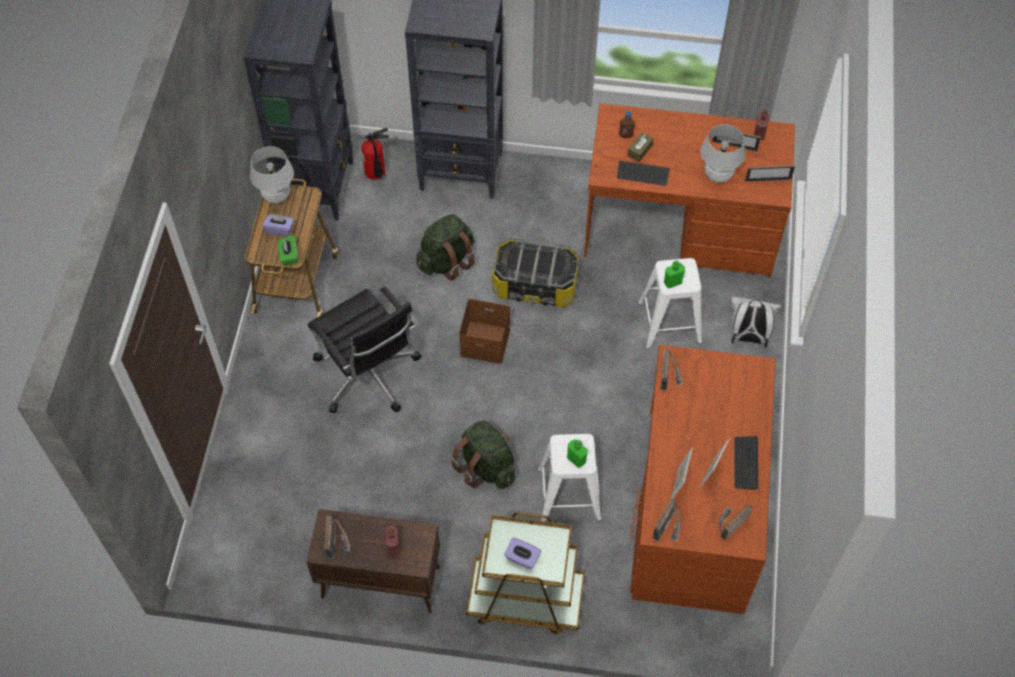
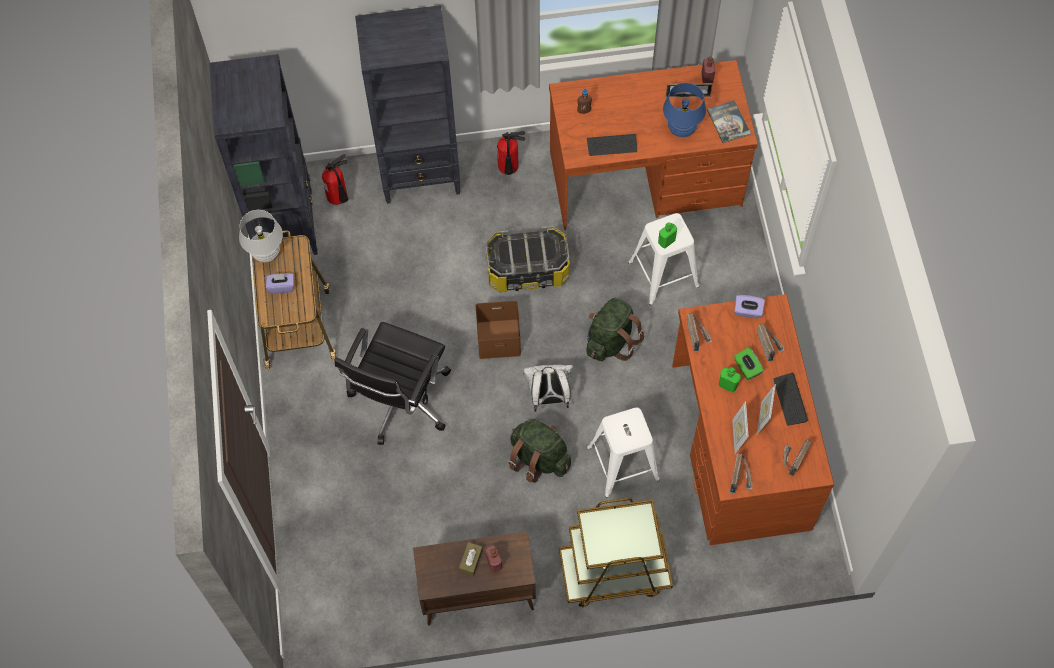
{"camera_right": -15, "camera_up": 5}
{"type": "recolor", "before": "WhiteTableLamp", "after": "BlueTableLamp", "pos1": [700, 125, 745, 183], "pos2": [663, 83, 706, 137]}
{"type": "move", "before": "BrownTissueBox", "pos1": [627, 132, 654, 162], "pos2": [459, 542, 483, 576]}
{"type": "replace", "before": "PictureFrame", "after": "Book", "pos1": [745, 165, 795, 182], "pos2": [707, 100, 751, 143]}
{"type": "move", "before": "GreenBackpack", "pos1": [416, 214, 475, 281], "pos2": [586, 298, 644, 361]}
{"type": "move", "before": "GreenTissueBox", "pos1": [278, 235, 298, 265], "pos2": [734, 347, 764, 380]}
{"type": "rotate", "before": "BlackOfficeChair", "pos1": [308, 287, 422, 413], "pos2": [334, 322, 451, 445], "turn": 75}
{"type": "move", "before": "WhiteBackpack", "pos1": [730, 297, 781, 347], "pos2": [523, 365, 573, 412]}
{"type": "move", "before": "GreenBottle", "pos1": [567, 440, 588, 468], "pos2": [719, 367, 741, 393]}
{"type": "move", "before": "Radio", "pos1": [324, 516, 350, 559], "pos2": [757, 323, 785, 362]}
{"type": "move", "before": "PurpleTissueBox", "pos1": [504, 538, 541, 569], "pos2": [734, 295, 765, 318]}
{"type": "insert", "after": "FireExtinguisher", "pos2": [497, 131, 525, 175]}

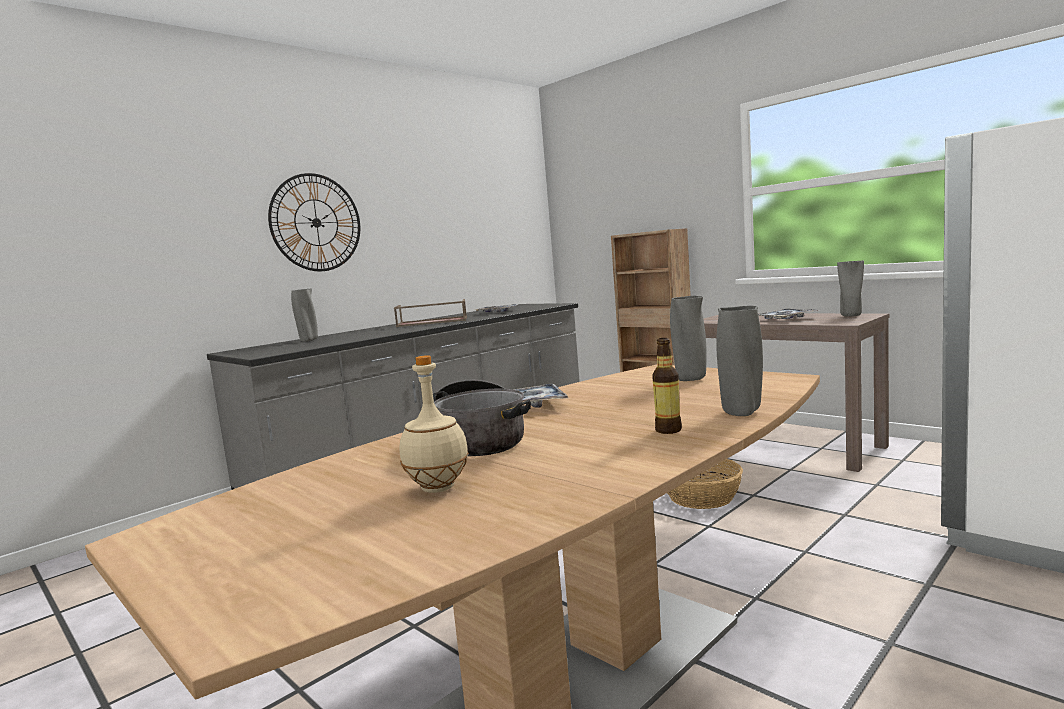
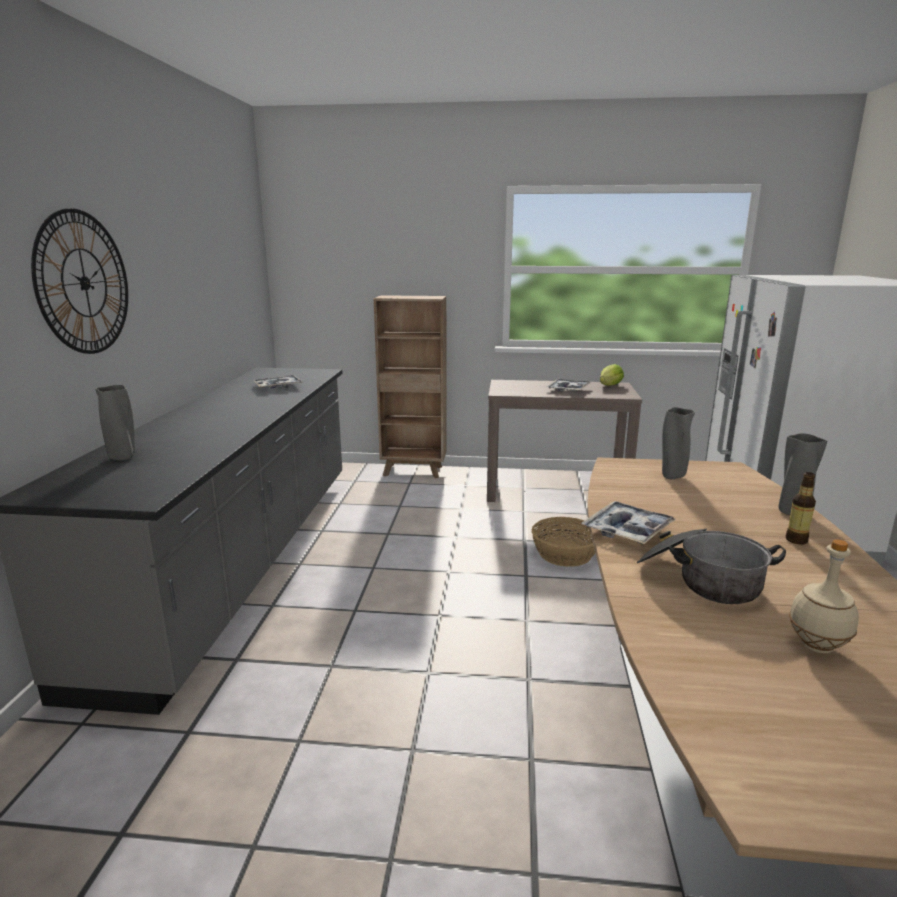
{"camera_right": -40, "camera_up": 10}
{"type": "replace", "before": "GreyVase", "after": "Lettuce", "pos1": [837, 261, 864, 317], "pos2": [600, 364, 624, 386]}
{"type": "delete", "before": "BrownTray", "pos1": [394, 299, 467, 327]}

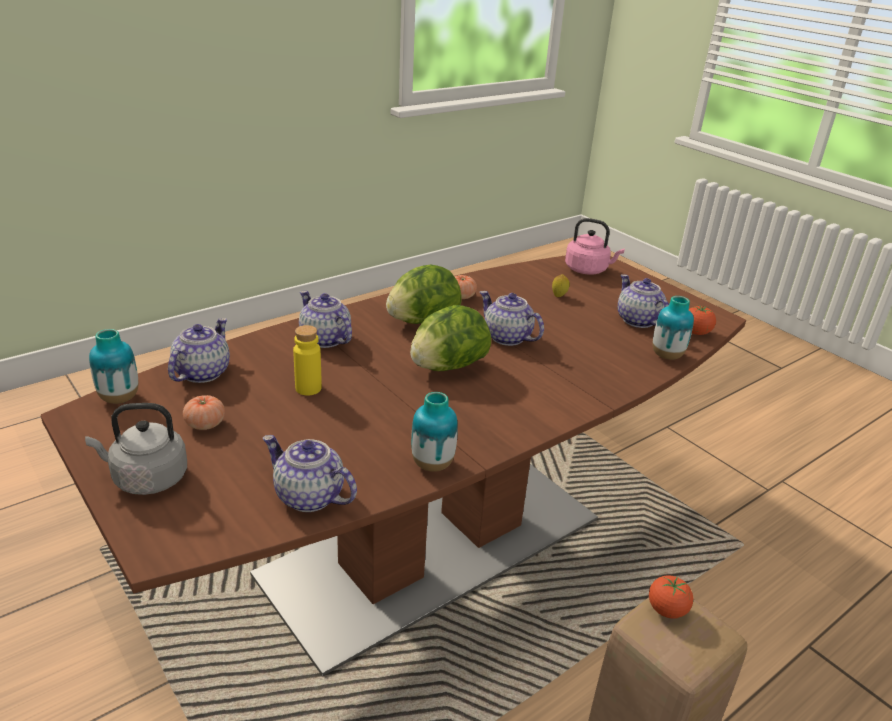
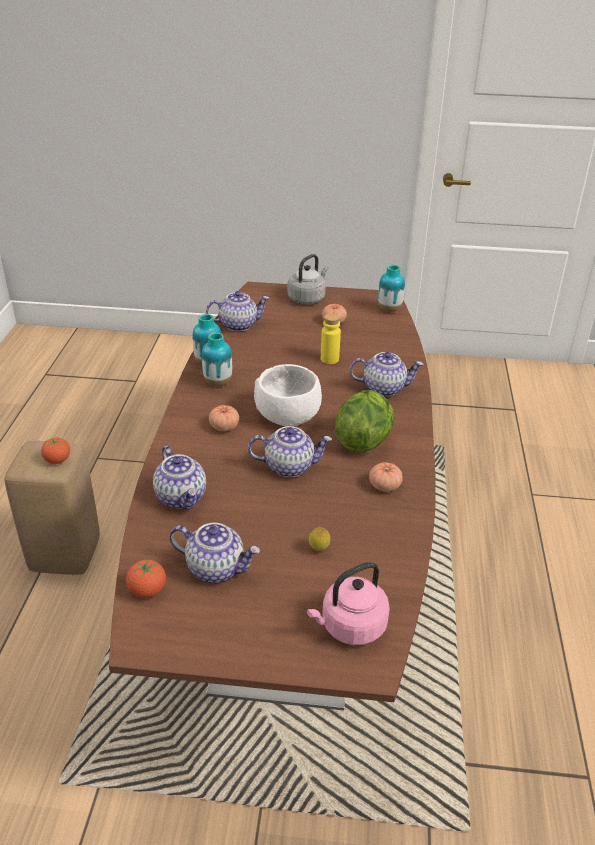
{"camera_right": 135, "camera_up": 5}
{"type": "move", "before": "Vase", "pos1": [653, 296, 694, 360], "pos2": [202, 333, 232, 386]}
{"type": "replace", "before": "Lettuce", "after": "WhiteBowl", "pos1": [410, 305, 491, 371], "pos2": [254, 364, 322, 426]}
{"type": "move", "before": "Teapot", "pos1": [168, 318, 230, 383], "pos2": [153, 446, 206, 510]}
{"type": "insert", "after": "Tomato", "pos2": [209, 405, 239, 431]}

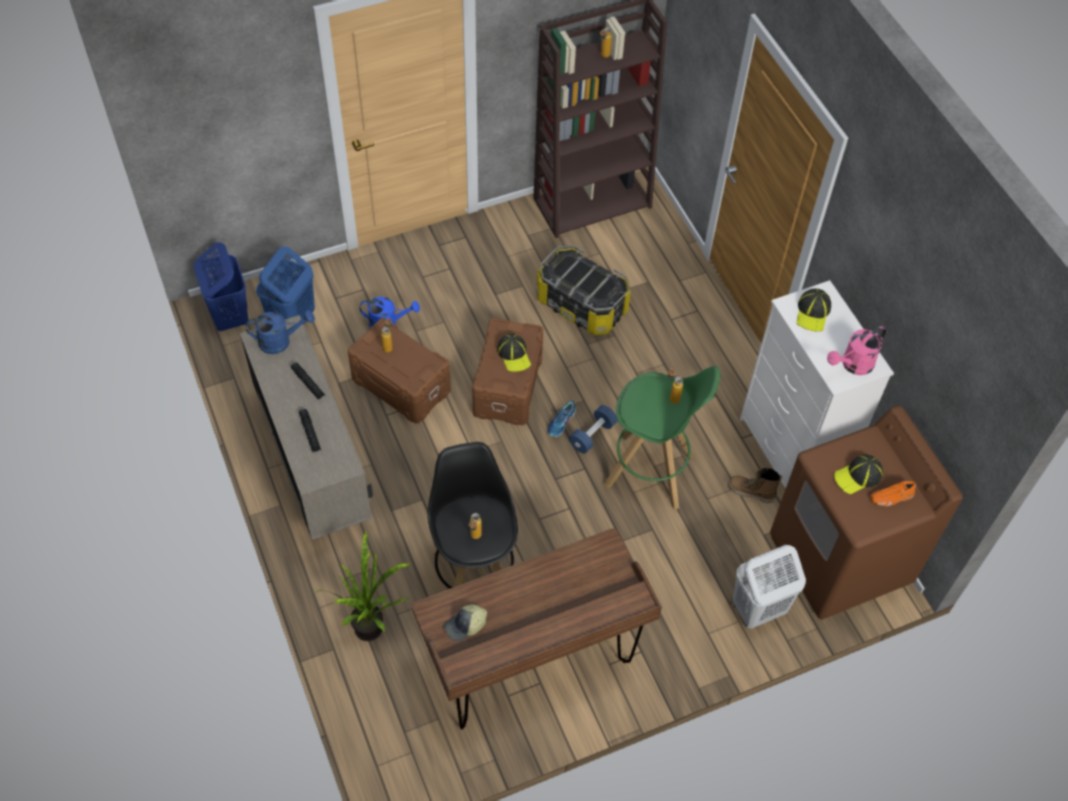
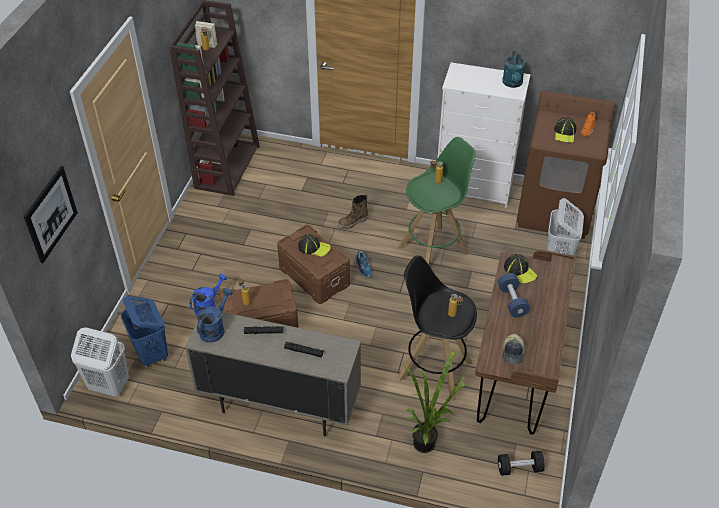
{"camera_right": -50, "camera_up": -10}
{"type": "recolor", "before": "BlueLaundryBasket", "after": "WhiteLaundryBasket", "pos1": [194, 242, 248, 331], "pos2": [71, 327, 129, 397]}
{"type": "delete", "before": "StorageBox", "pos1": [536, 245, 631, 335]}
{"type": "move", "before": "Cap", "pos1": [796, 288, 831, 332], "pos2": [504, 254, 537, 283]}
{"type": "recolor", "before": "PinkWateringCan", "after": "TurquoiseWateringCan", "pos1": [827, 326, 887, 375], "pos2": [502, 51, 525, 88]}
{"type": "move", "before": "BlueDumbbell", "pos1": [569, 405, 618, 454], "pos2": [498, 273, 530, 317]}
{"type": "move", "before": "Boot", "pos1": [728, 468, 782, 503], "pos2": [338, 194, 368, 230]}
{"type": "insert", "after": "Picture", "pos2": [24, 166, 78, 263]}
{"type": "insert", "after": "BlackDumbbell", "pos2": [498, 451, 545, 476]}

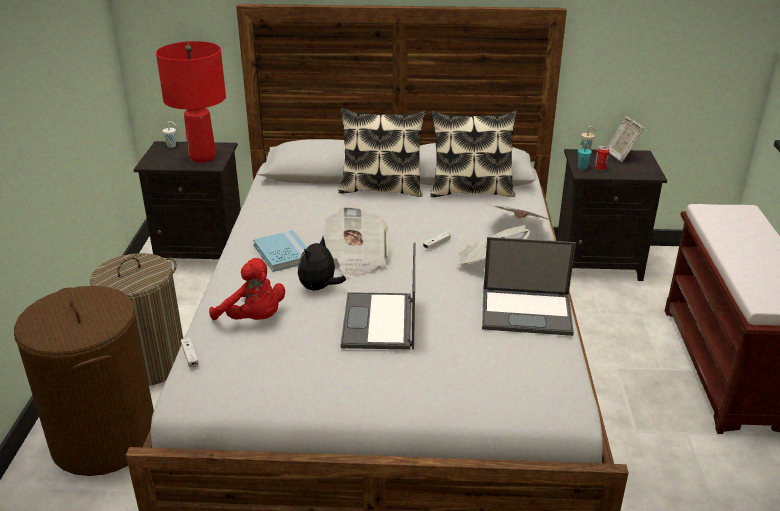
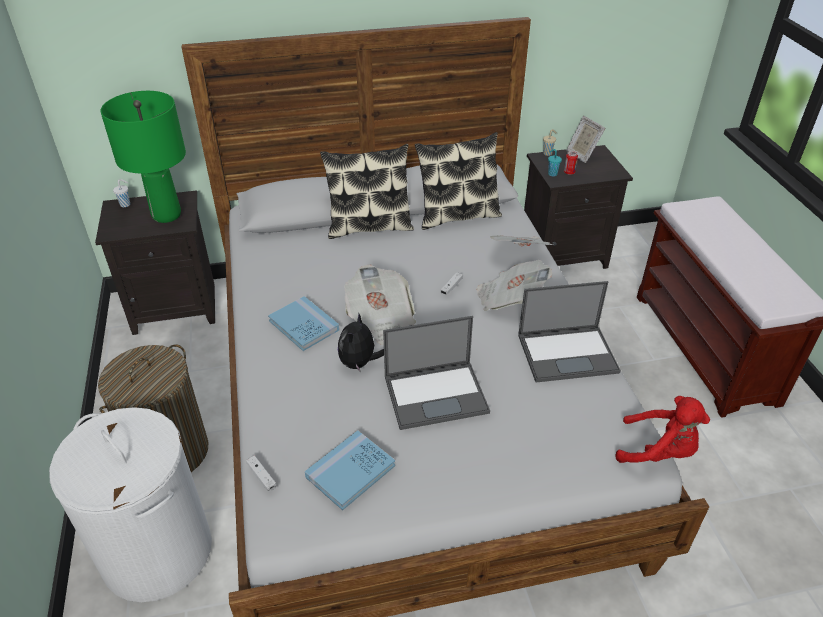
{"camera_right": -15, "camera_up": 10}
{"type": "recolor", "before": "RedTableLamp", "after": "GreenTableLamp", "pos1": [156, 41, 226, 163], "pos2": [100, 91, 186, 223]}
{"type": "rotate", "before": "Laptop", "pos1": [341, 242, 415, 350], "pos2": [383, 316, 490, 430], "turn": -90}
{"type": "move", "before": "RedPlushToy", "pos1": [209, 258, 285, 320], "pos2": [616, 396, 710, 463]}
{"type": "recolor", "before": "BrownLaundryBasket", "after": "WhiteLaundryBasket", "pos1": [14, 286, 154, 476], "pos2": [49, 407, 212, 602]}
{"type": "insert", "after": "BlueBook", "pos2": [305, 430, 395, 510]}

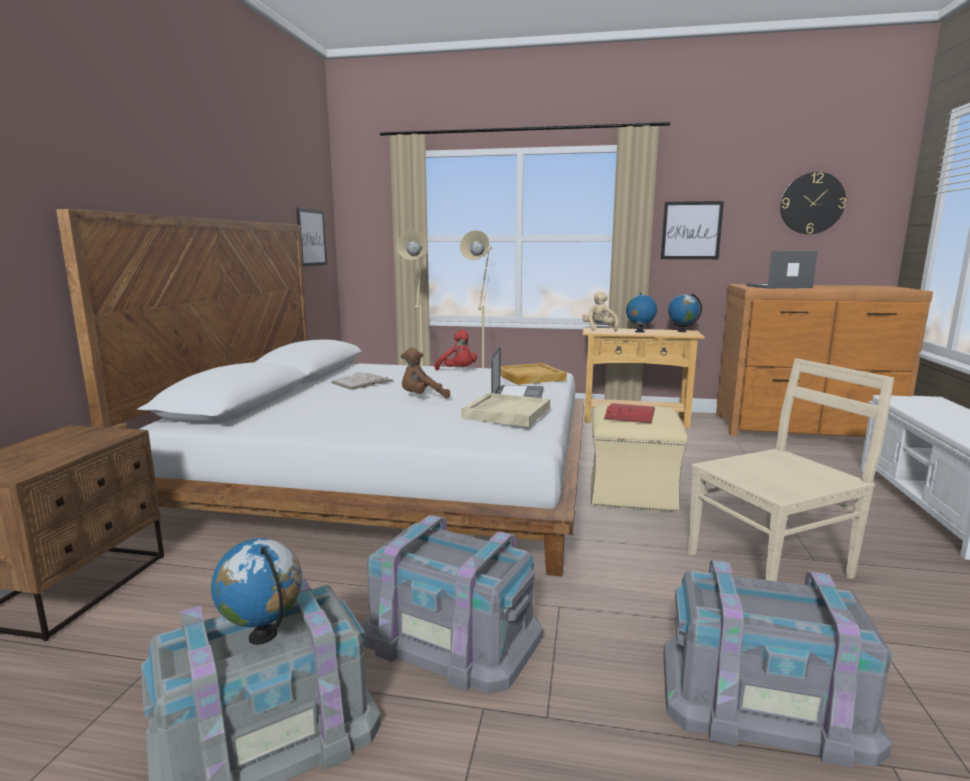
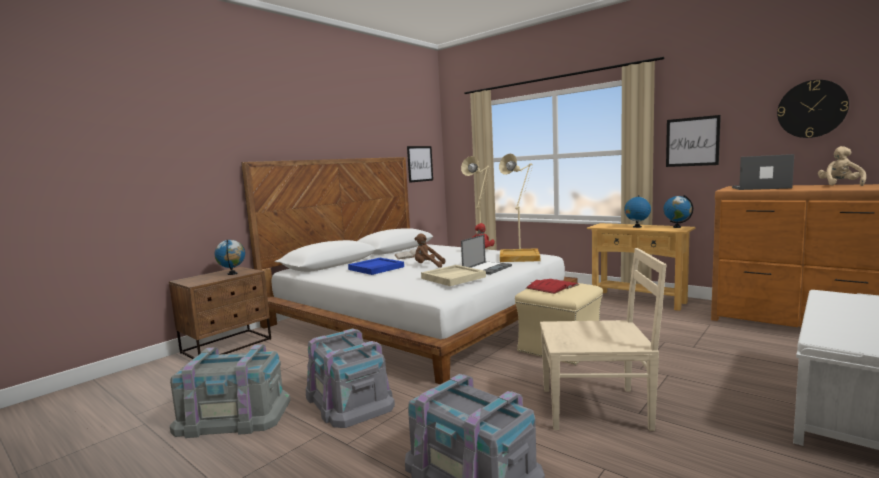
{"camera_right": 30, "camera_up": -5}
{"type": "move", "before": "BeigePlushToy", "pos1": [582, 291, 619, 332], "pos2": [818, 146, 866, 186]}
{"type": "move", "before": "Globe", "pos1": [211, 538, 302, 645], "pos2": [214, 240, 245, 275]}
{"type": "insert", "after": "BlueTray", "pos2": [348, 258, 404, 275]}

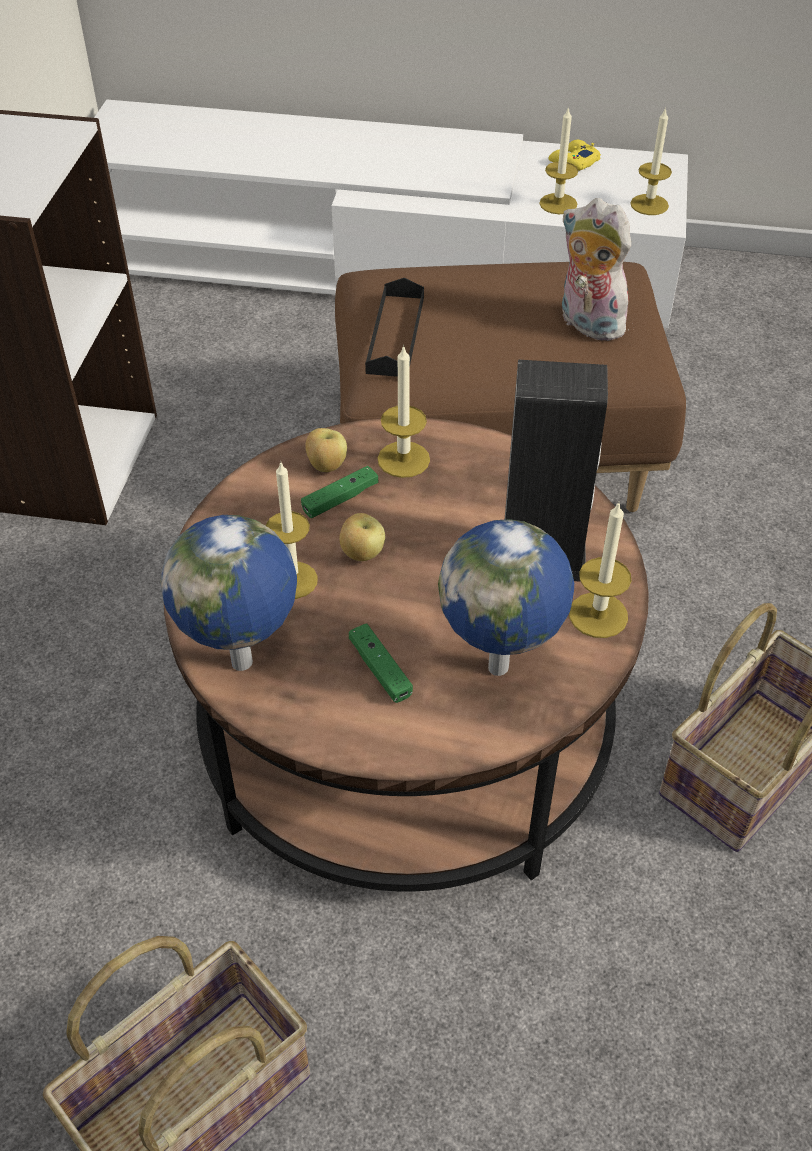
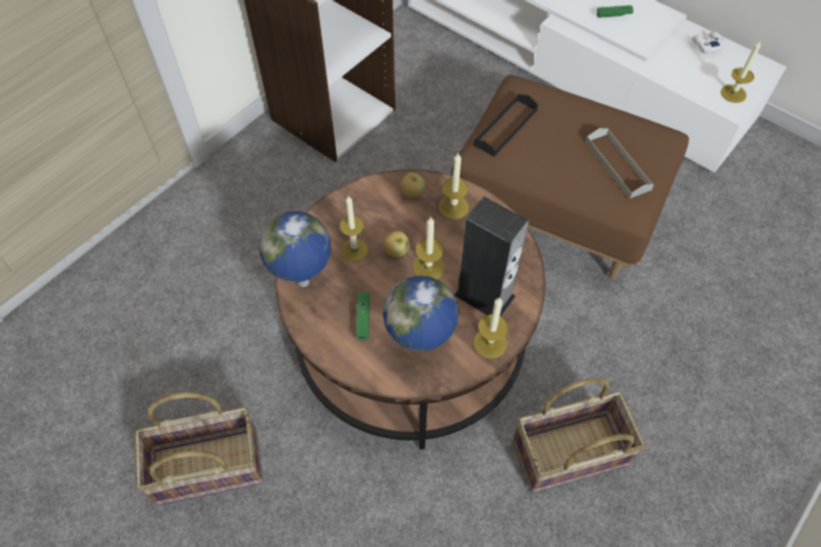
{"camera_right": 30, "camera_up": 10}
{"type": "move", "before": "Candle", "pos1": [539, 106, 578, 214], "pos2": [413, 217, 445, 279]}
{"type": "recolor", "before": "YellowGameController", "after": "WhiteGameController", "pos1": [549, 140, 601, 171], "pos2": [692, 32, 725, 54]}
{"type": "replace", "before": "PlushToy", "after": "GreyTray", "pos1": [561, 198, 631, 341], "pos2": [586, 128, 654, 199]}
{"type": "move", "before": "GreenGameController", "pos1": [301, 466, 379, 518], "pos2": [597, 5, 633, 18]}

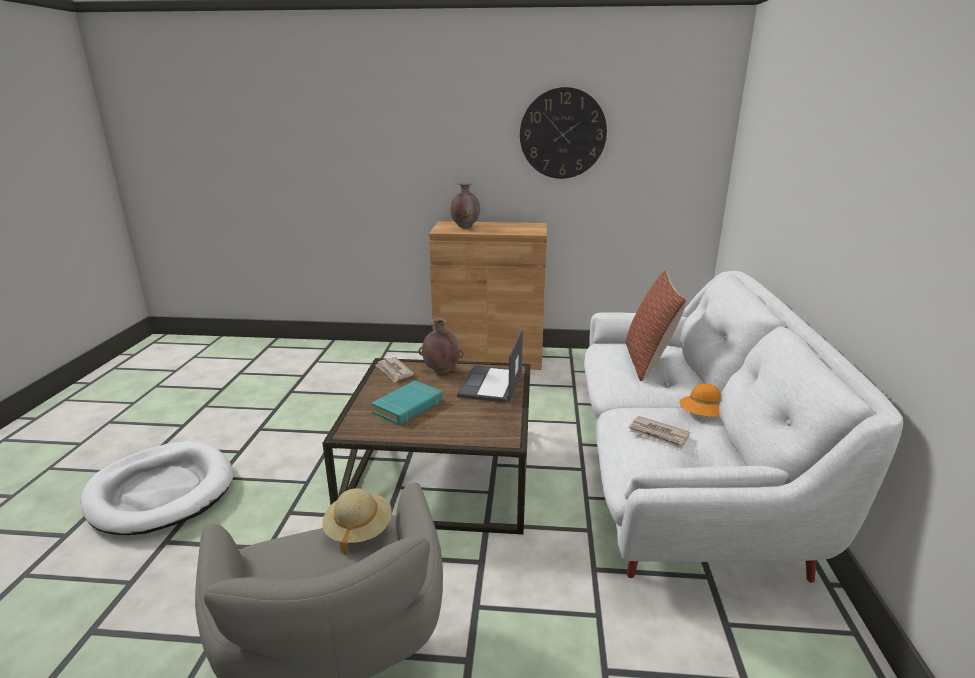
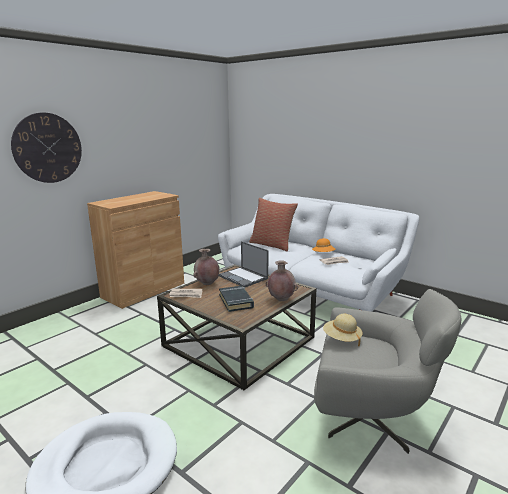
{"camera_right": -55, "camera_up": -5}
{"type": "move", "before": "WallClock", "pos1": [520, 87, 607, 179], "pos2": [11, 113, 82, 183]}
{"type": "move", "before": "BrownVase", "pos1": [450, 183, 480, 228], "pos2": [266, 260, 298, 301]}
{"type": "recolor", "before": "TurquoiseBook", "after": "BlackBook", "pos1": [371, 381, 442, 425], "pos2": [219, 286, 254, 312]}

